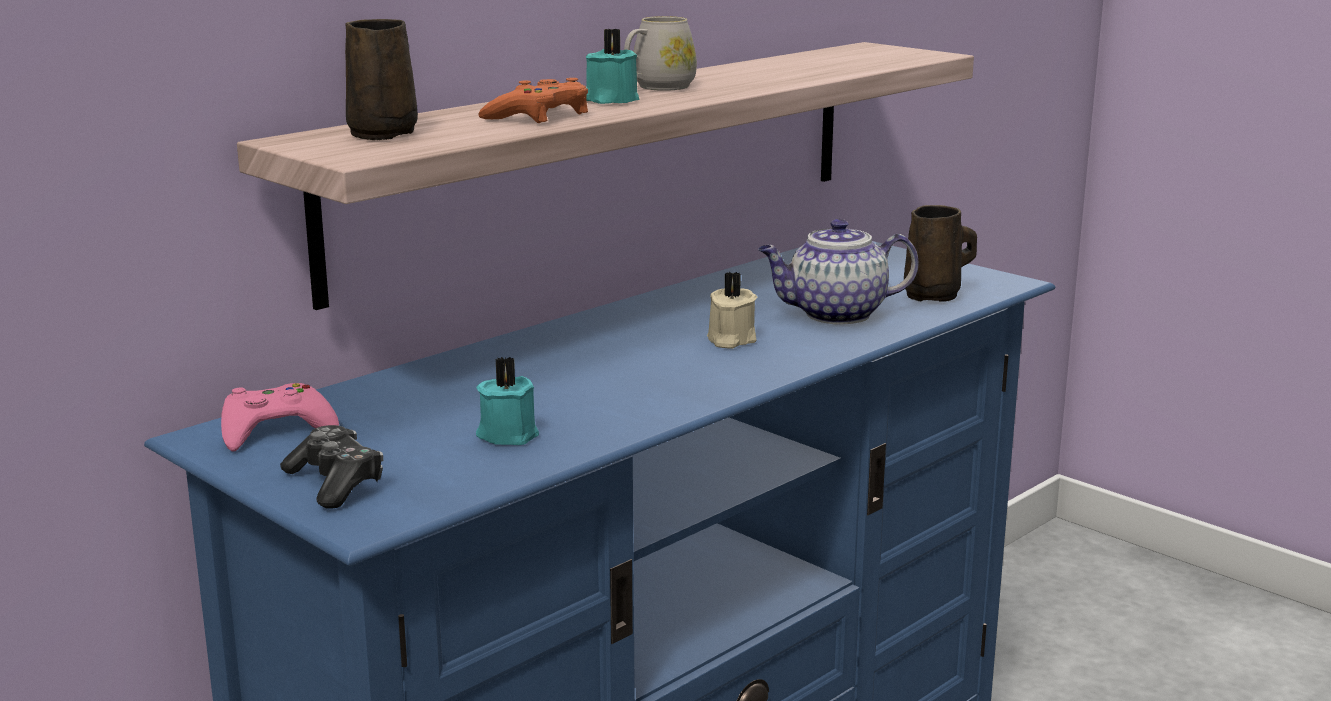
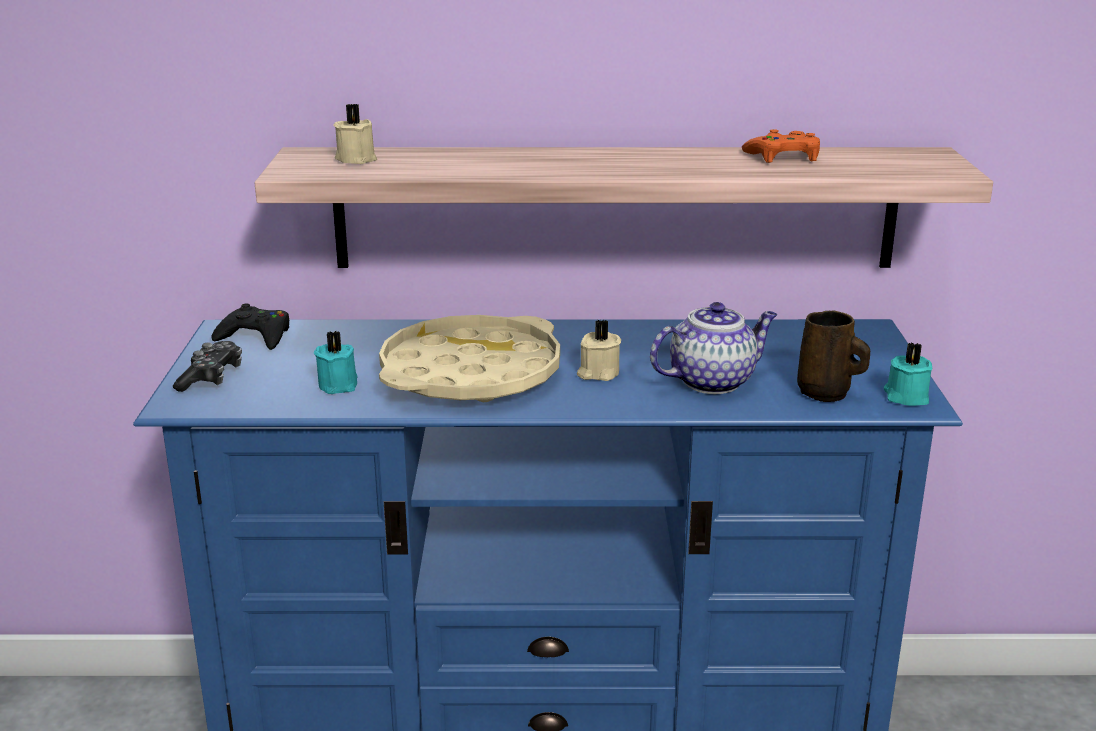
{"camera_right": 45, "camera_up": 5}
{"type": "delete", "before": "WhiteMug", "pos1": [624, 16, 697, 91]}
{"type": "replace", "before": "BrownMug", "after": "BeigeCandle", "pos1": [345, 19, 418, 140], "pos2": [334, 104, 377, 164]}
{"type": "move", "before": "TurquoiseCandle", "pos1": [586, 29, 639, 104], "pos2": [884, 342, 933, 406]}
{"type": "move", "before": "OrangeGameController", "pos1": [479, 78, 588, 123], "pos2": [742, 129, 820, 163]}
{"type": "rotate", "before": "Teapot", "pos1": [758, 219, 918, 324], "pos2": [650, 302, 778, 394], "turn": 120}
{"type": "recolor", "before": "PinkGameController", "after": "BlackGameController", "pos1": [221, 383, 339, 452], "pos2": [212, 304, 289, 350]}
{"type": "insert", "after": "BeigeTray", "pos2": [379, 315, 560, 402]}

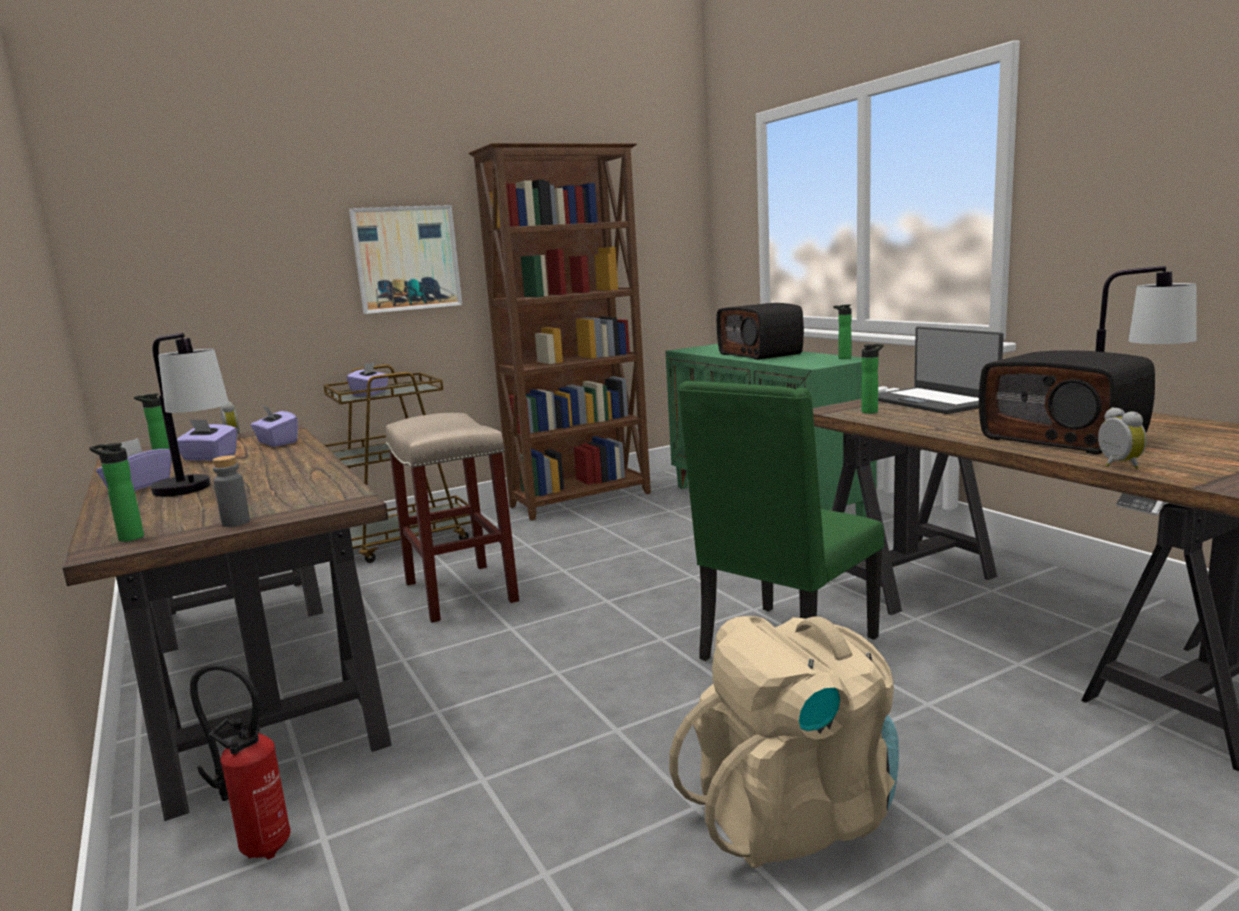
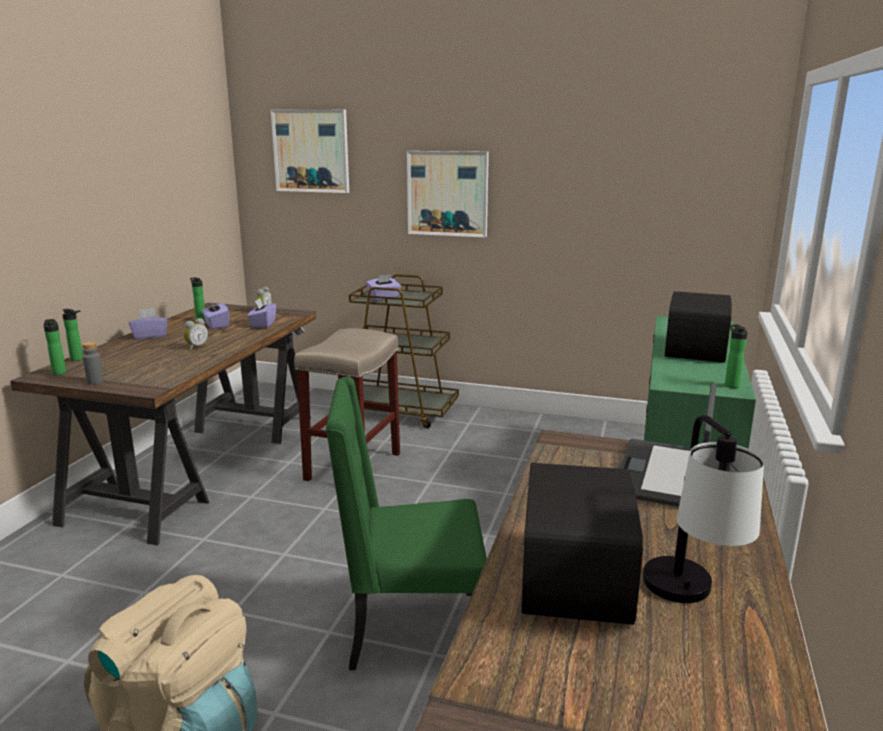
{"camera_right": 45, "camera_up": 5}
{"type": "delete", "before": "BrownBookcase", "pos1": [468, 143, 651, 520]}
{"type": "delete", "before": "TableLamp", "pos1": [151, 333, 229, 497]}
{"type": "move", "before": "Bottle", "pos1": [862, 344, 884, 414], "pos2": [62, 309, 83, 361]}
{"type": "move", "before": "AlarmClock", "pos1": [1098, 407, 1147, 469], "pos2": [184, 318, 208, 350]}
{"type": "delete", "before": "FireExtinguisher", "pos1": [190, 663, 291, 859]}
{"type": "insert", "after": "Picture", "pos2": [271, 109, 349, 193]}

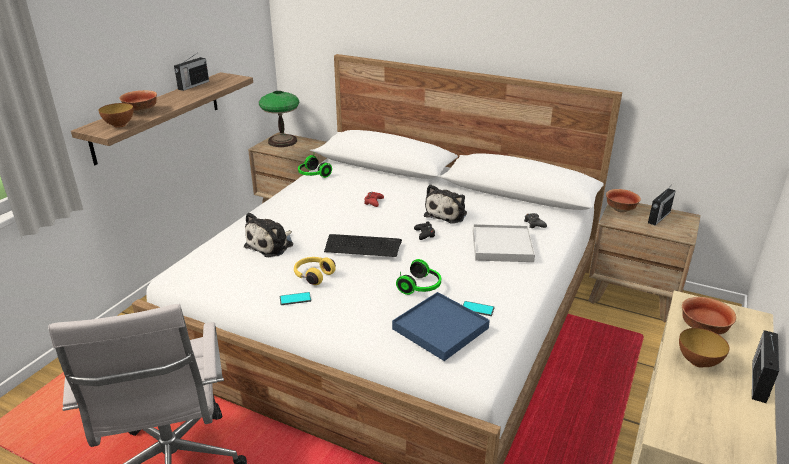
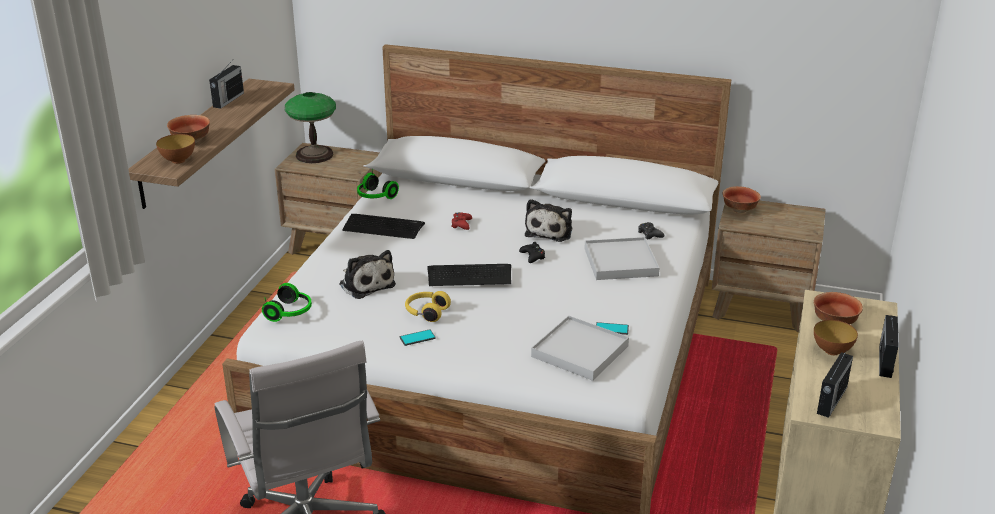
{"camera_right": -10, "camera_up": 0}
{"type": "move", "before": "Radio", "pos1": [648, 187, 676, 226], "pos2": [817, 349, 853, 418]}
{"type": "rotate", "before": "PlushToy", "pos1": [244, 212, 293, 257], "pos2": [339, 250, 396, 299], "turn": -60}
{"type": "move", "before": "Headphones", "pos1": [396, 259, 441, 295], "pos2": [262, 283, 312, 322]}
{"type": "recolor", "before": "BlueTray", "after": "WhiteTray", "pos1": [392, 292, 490, 361], "pos2": [531, 315, 629, 381]}
{"type": "insert", "after": "Keyboard", "pos2": [342, 214, 425, 239]}

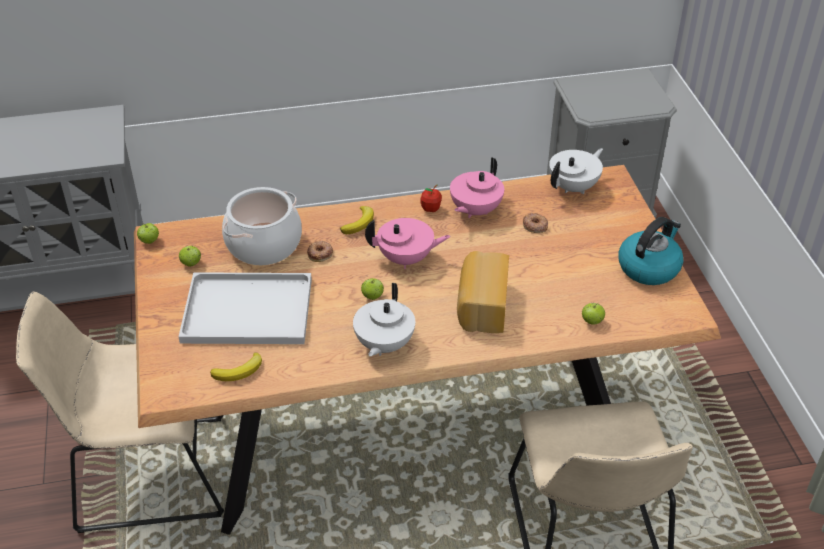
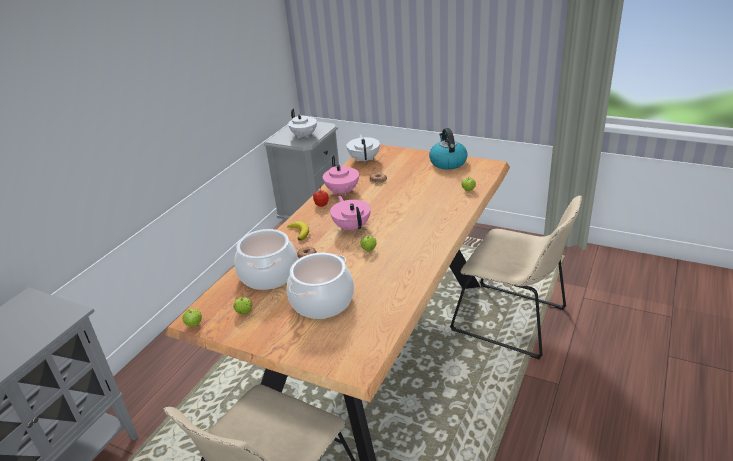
{"camera_right": -50, "camera_up": -10}
{"type": "rotate", "before": "PinkTeapot", "pos1": [365, 218, 451, 269], "pos2": [330, 196, 371, 232], "turn": -60}
{"type": "delete", "before": "Bread", "pos1": [457, 251, 509, 333]}
{"type": "replace", "before": "WhiteTray", "after": "CookingPot", "pos1": [178, 272, 312, 344], "pos2": [286, 252, 354, 319]}
{"type": "move", "before": "WhiteTeapot", "pos1": [353, 283, 415, 356], "pos2": [288, 109, 317, 138]}
{"type": "delete", "before": "Banana", "pos1": [210, 352, 262, 381]}

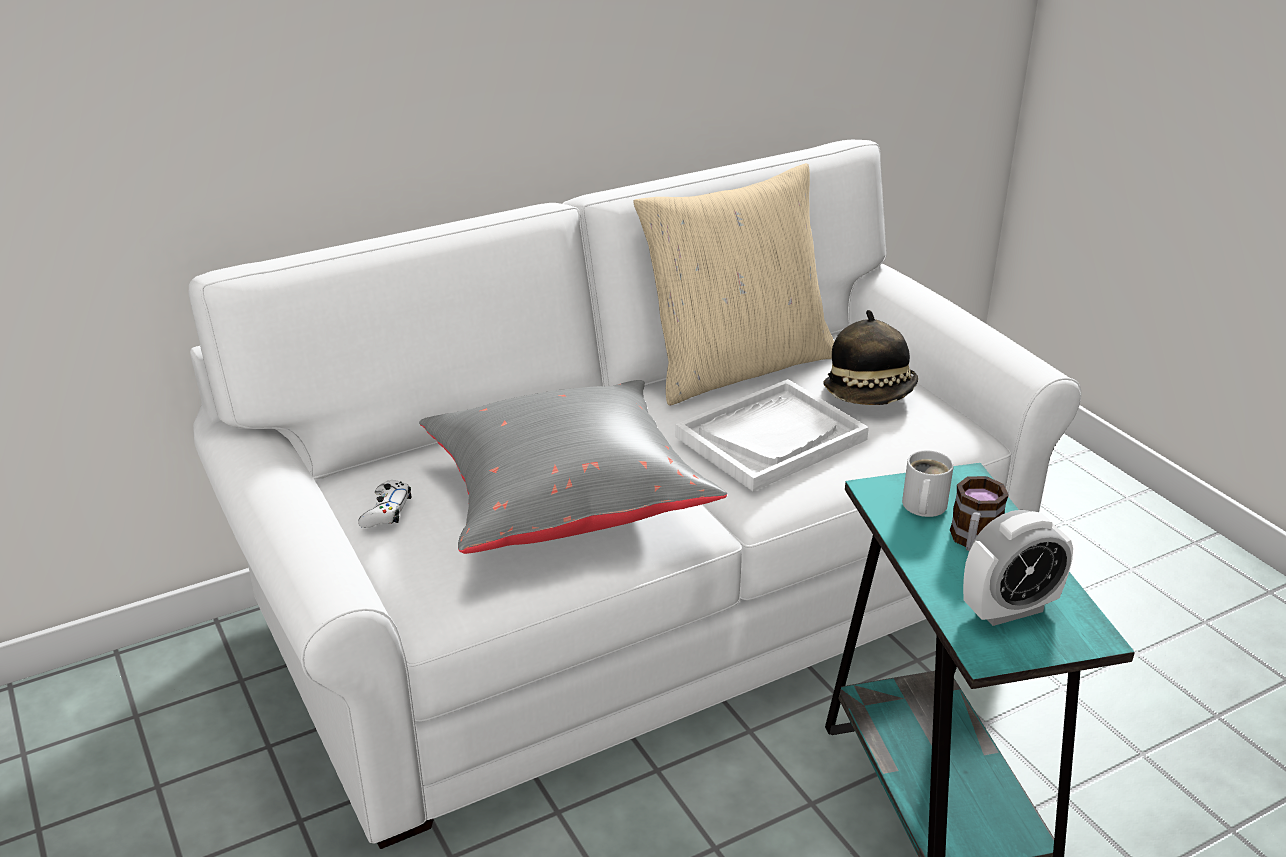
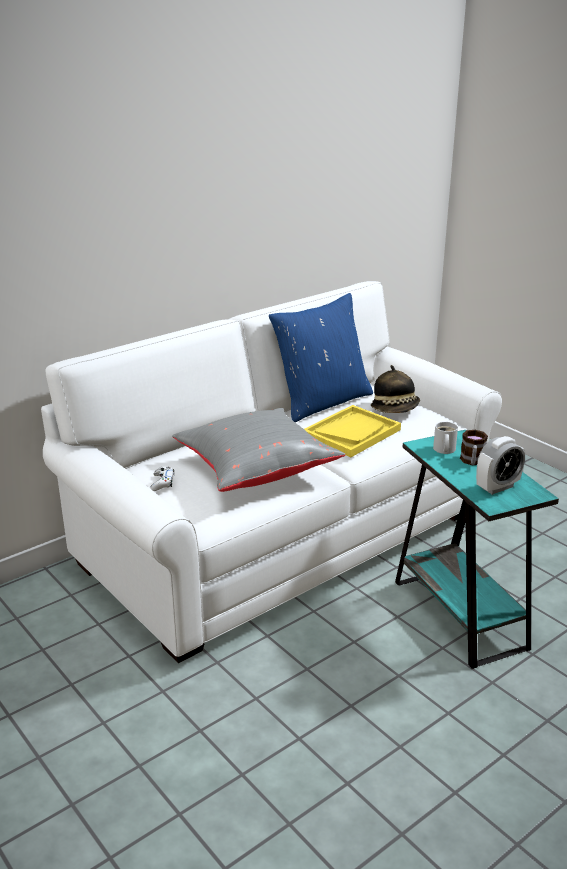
{"camera_right": -10, "camera_up": -5}
{"type": "recolor", "before": "BeigePillow", "after": "BluePillow", "pos1": [633, 163, 834, 406], "pos2": [269, 293, 373, 422]}
{"type": "recolor", "before": "WhiteTray", "after": "YellowTray", "pos1": [675, 379, 869, 492], "pos2": [304, 405, 401, 457]}

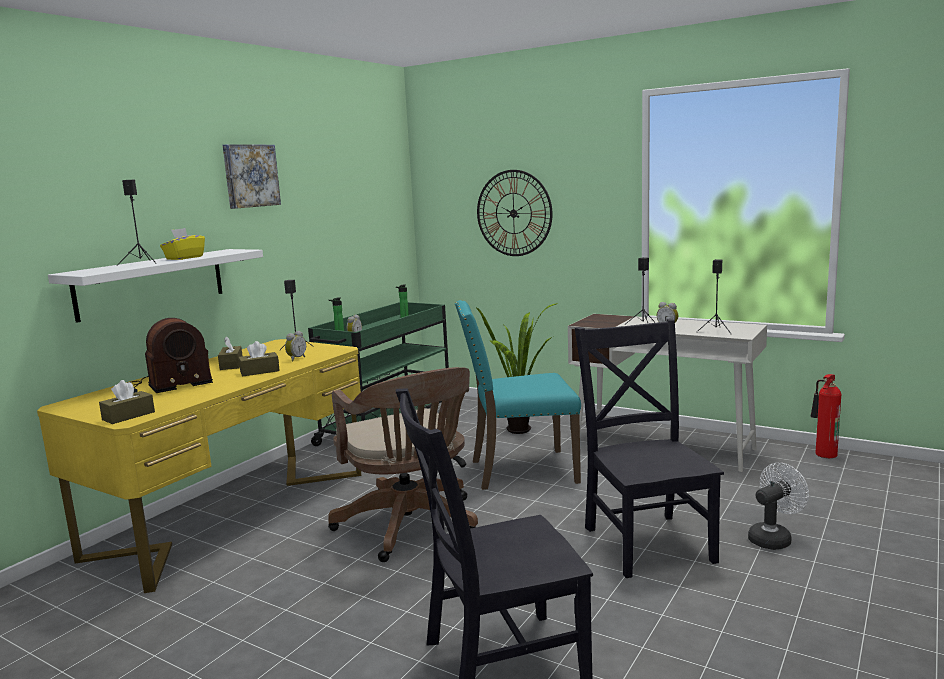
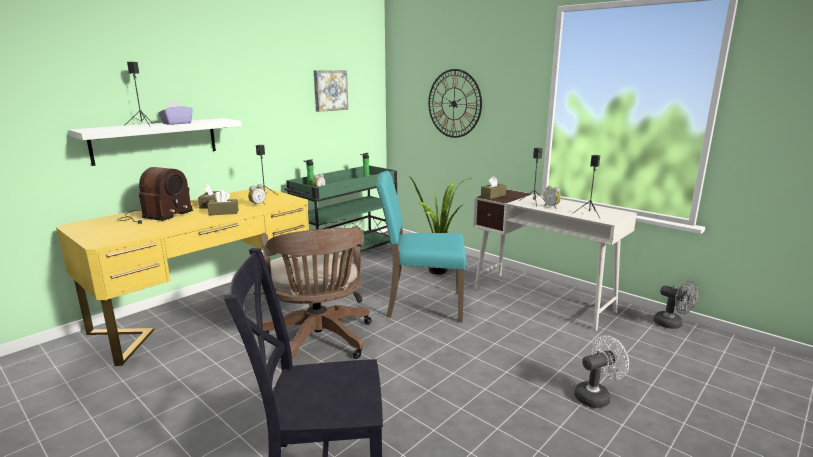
{"camera_right": 10, "camera_up": 5}
{"type": "move", "before": "Picture", "pos1": [223, 144, 281, 209], "pos2": [314, 70, 348, 112]}
{"type": "recolor", "before": "YellowTissueBox", "after": "PurpleTissueBox", "pos1": [160, 228, 205, 260], "pos2": [158, 101, 193, 125]}
{"type": "rotate", "before": "Radio", "pos1": [127, 318, 213, 393], "pos2": [118, 167, 193, 224], "turn": -45}
{"type": "delete", "before": "BlackChair", "pos1": [575, 319, 724, 578]}
{"type": "replace", "before": "FireExtinguisher", "after": "GreyFan", "pos1": [811, 374, 841, 458], "pos2": [654, 280, 698, 329]}
{"type": "move", "before": "BrownTissueBox", "pos1": [99, 380, 155, 424], "pos2": [481, 176, 506, 199]}

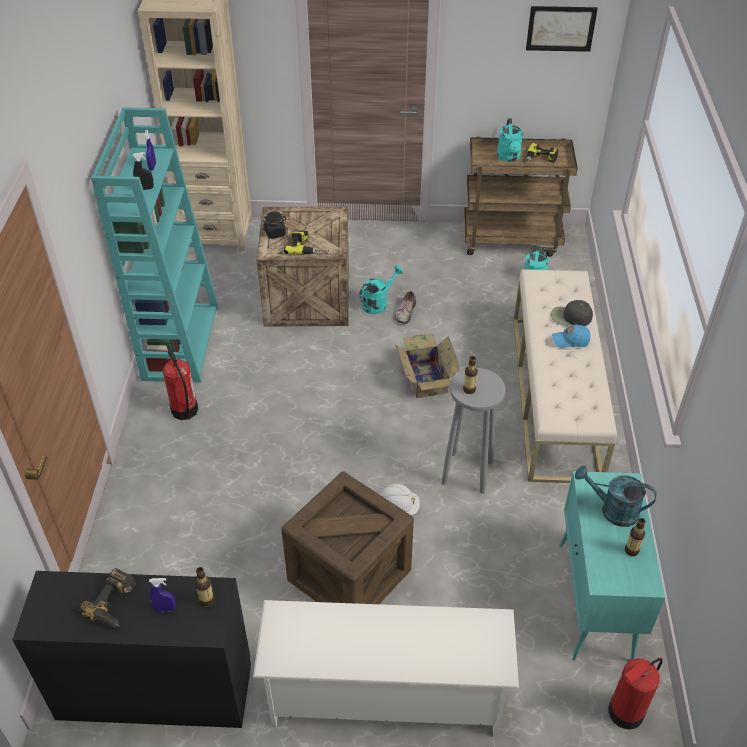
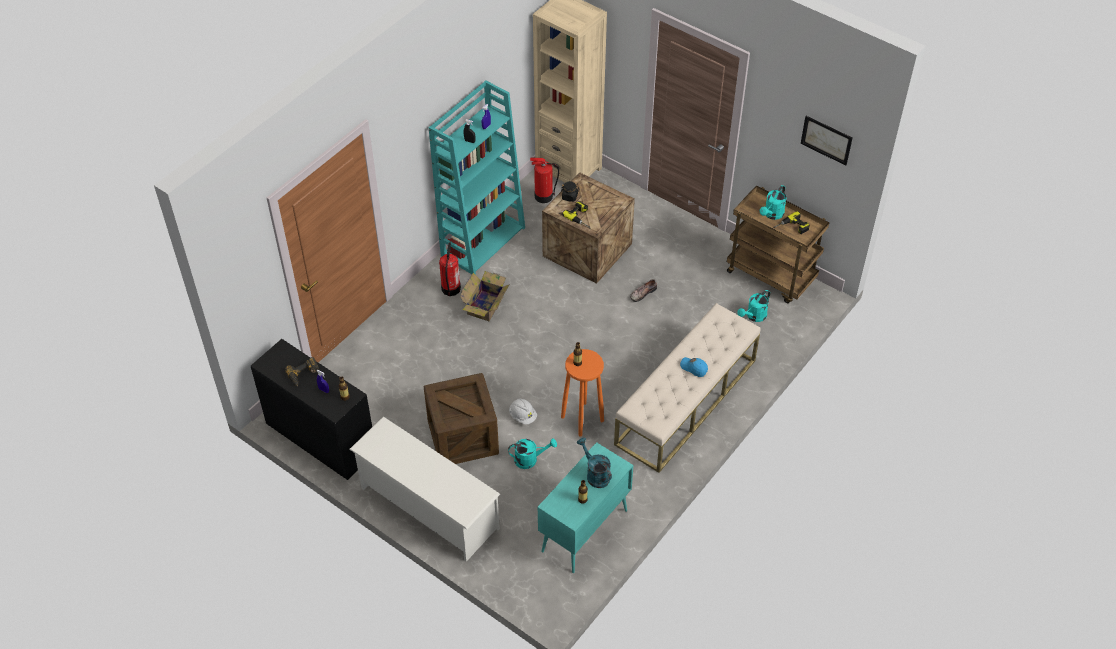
{"camera_right": 35, "camera_up": 5}
{"type": "move", "before": "TurquoiseWateringCan", "pos1": [359, 265, 404, 314], "pos2": [508, 438, 557, 469]}
{"type": "delete", "before": "BlackCap", "pos1": [551, 300, 593, 326]}
{"type": "move", "before": "CardboardBox", "pos1": [395, 334, 460, 398], "pos2": [460, 271, 510, 321]}
{"type": "recolor", "before": "GreyStool", "after": "OrangeStool", "pos1": [442, 368, 506, 494], "pos2": [561, 349, 604, 437]}
{"type": "move", "before": "FireExtinguisher", "pos1": [608, 658, 663, 729], "pos2": [530, 157, 559, 203]}

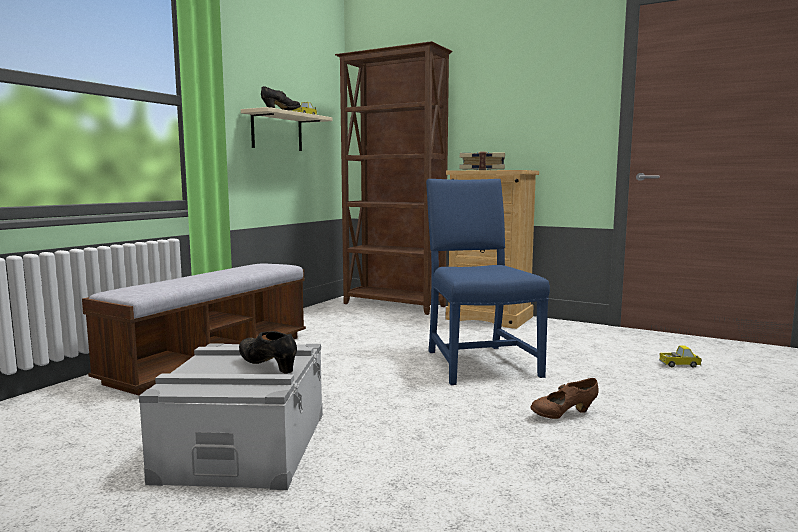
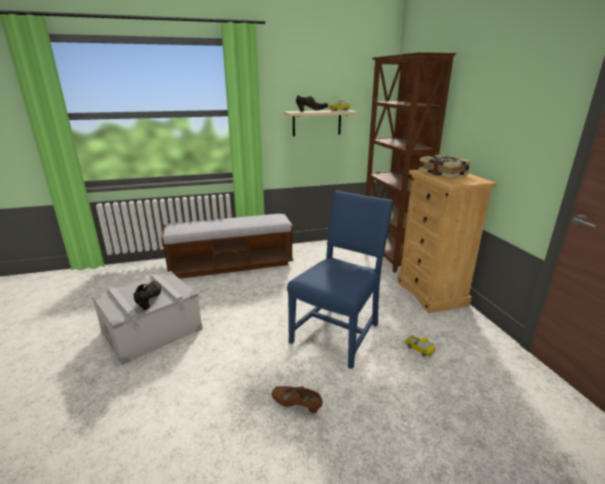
{"camera_right": 45, "camera_up": 15}
{"type": "move", "before": "ToyTruck", "pos1": [659, 345, 702, 368], "pos2": [405, 335, 436, 358]}

